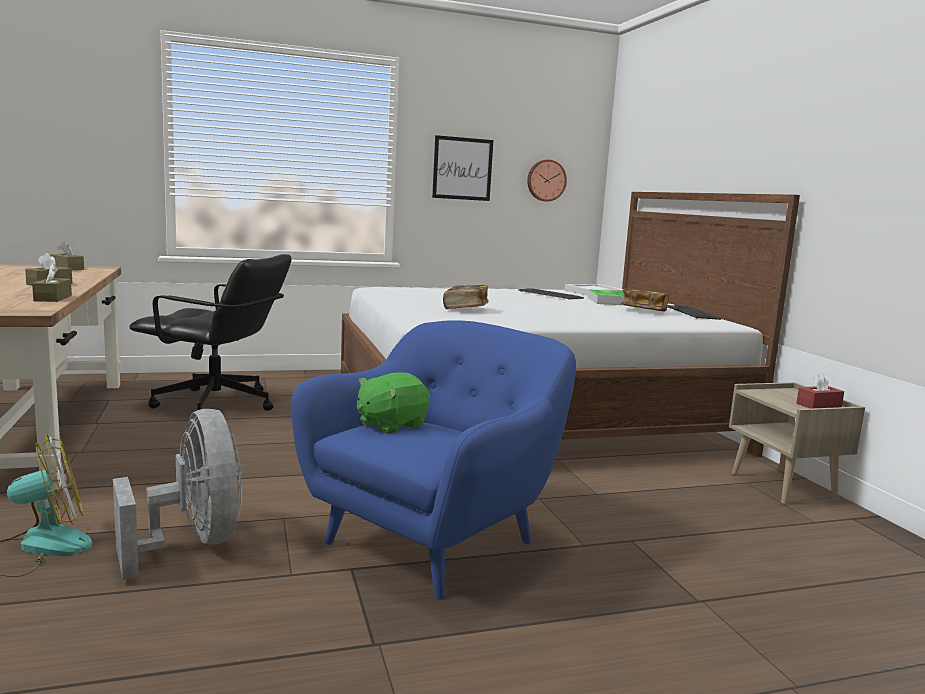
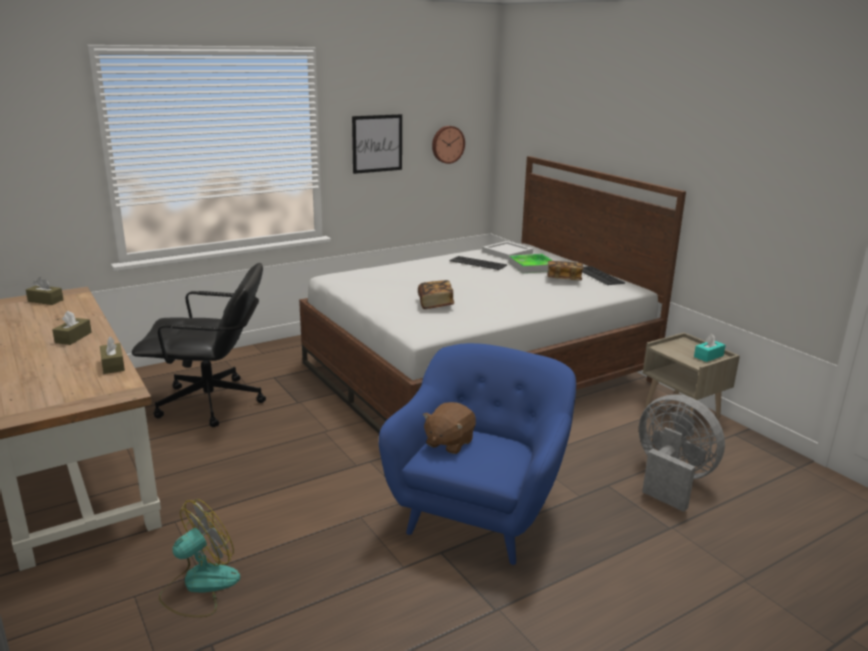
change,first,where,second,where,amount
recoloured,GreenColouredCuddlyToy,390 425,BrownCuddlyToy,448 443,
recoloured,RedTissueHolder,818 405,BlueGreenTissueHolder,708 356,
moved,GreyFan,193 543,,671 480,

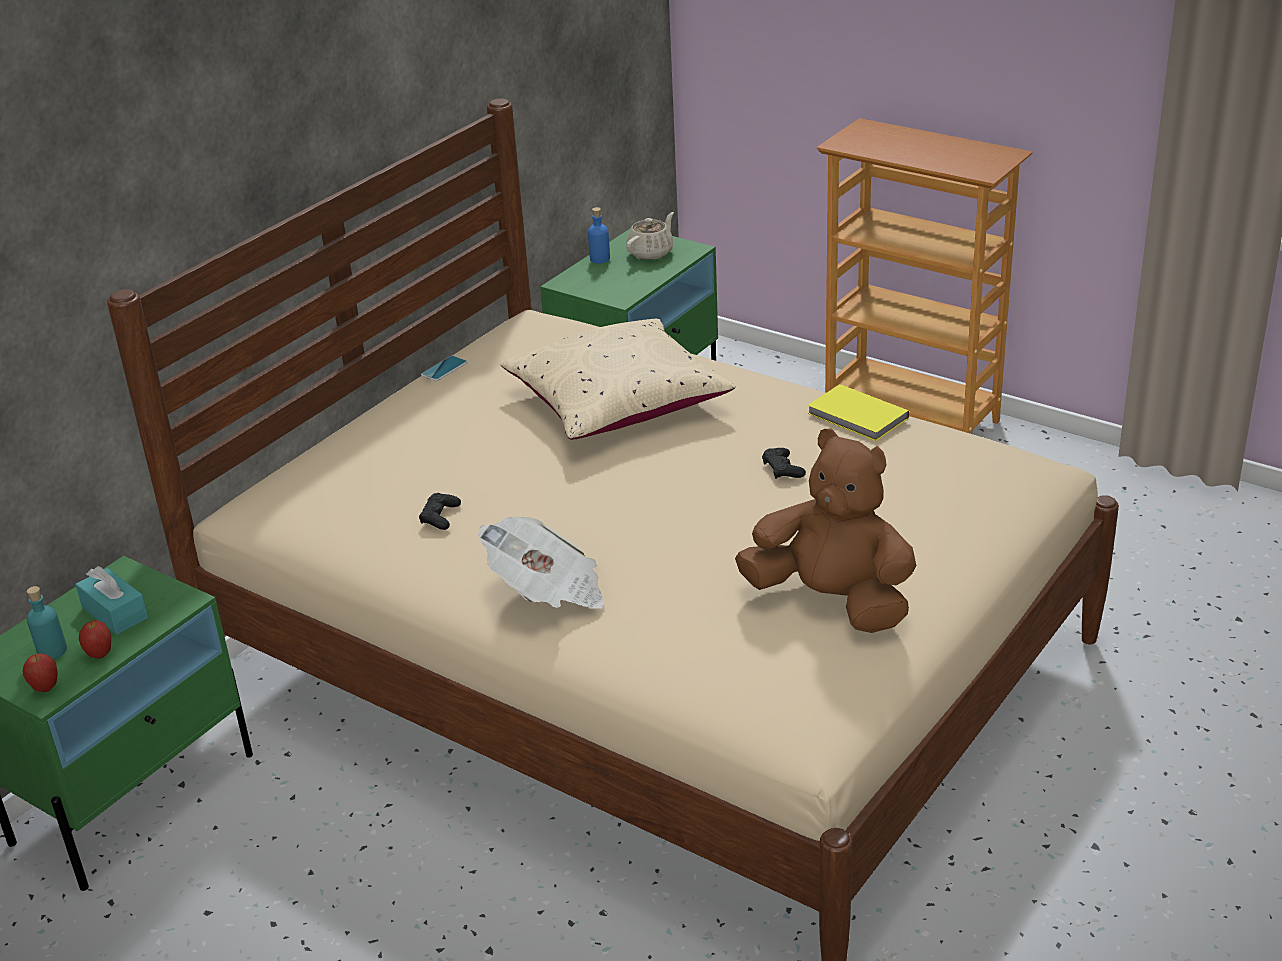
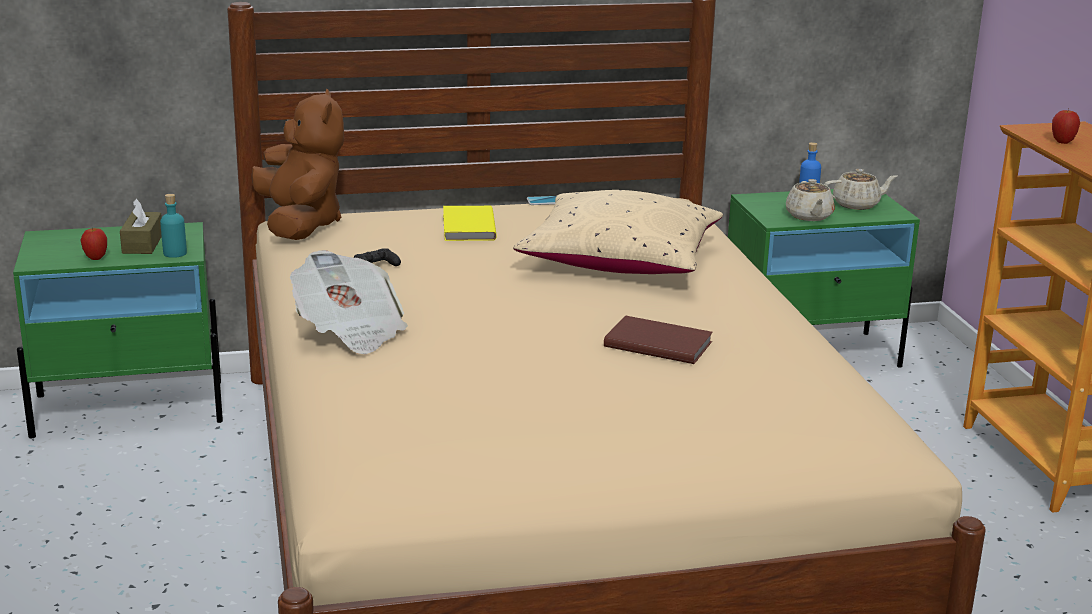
change,first,where,second,where,amount
moved,YellowBook,857 417,,467 227,
moved,BrownCuddlyToy,832 601,,300 224,
replaced,BlackGamepad,782 469,BrownBook,657 343,
recoloured,BlueGreenTissueHolder,115 612,BrownTissueHolder,142 244,
moved,BlueGreenDrinkBottle,52 651,,175 253,
moved,AppleFruit,45 688,,1062 142,
added,,,BeigeColouredPotForTea,809 216,

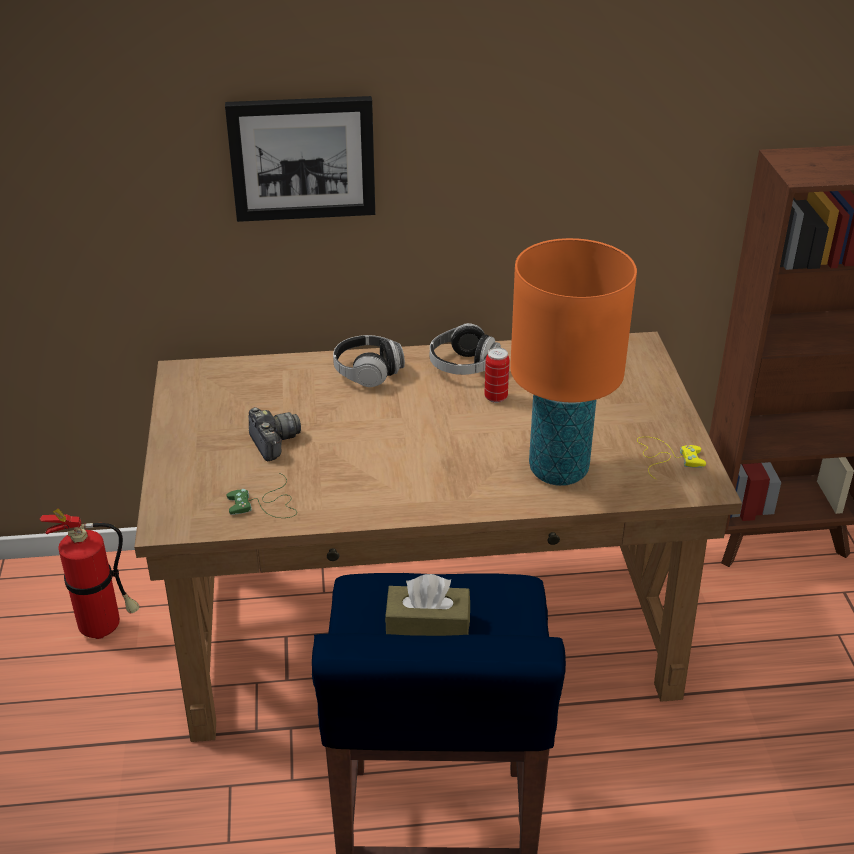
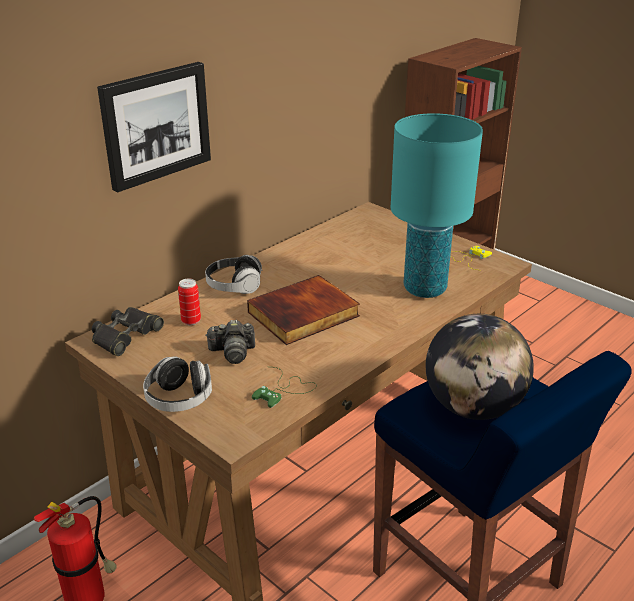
change,first,where,second,where,amount
recoloured,OrangeyLampForATable,558 470,BlueGreenLampForATable,425 289,
moved,PairOfHeadphones,463 366,,179 399,
moved,MetalCan,496 397,,191 321,
turned,PhotoCamera,273 442,,232 352,150 degrees clockwise
replaced,BrownTissueHolder,428 627,DeskGlobe,473 407,
added,,,Book,304 315,
added,,,BlackPairOfBinoculars,125 336,

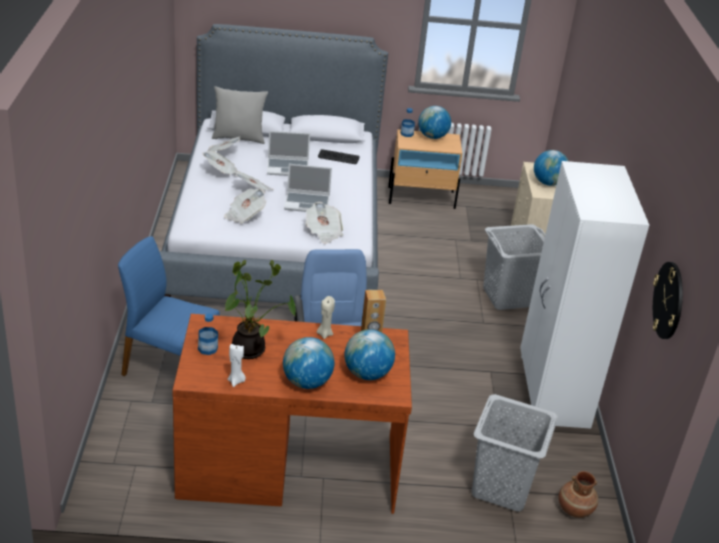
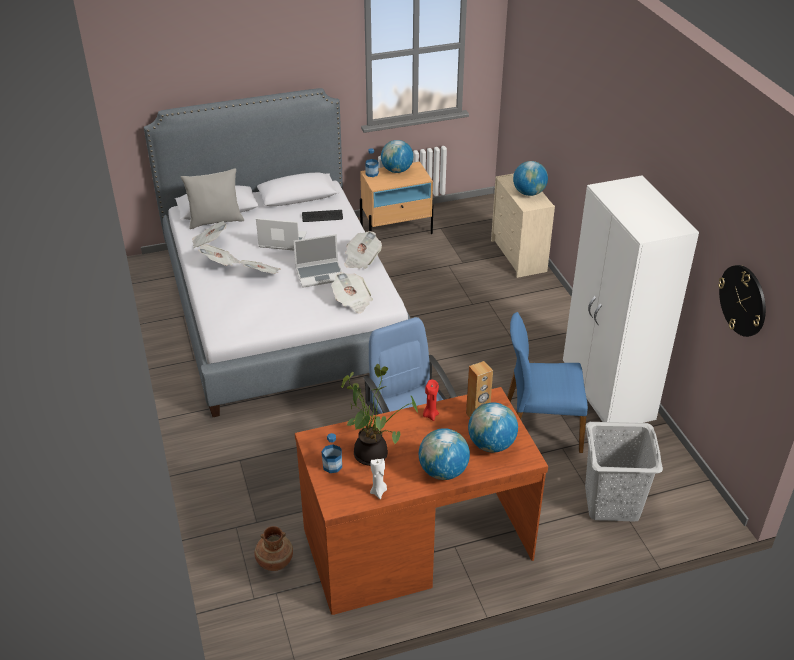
change,first,where,second,where,amount
turned,PortableComputer,288 168,,282 241,150 degrees counterclockwise
moved,DailyPaper,244 215,,361 259,
removed,GreyLaundryBasket,508 297,,,
moved,BluishUprightChair,170 367,,541 428,
recoloured,BeigeColouredWaxCandle,324 334,RedWaxCandle,430 415,
moved,BrownFlowerVase,574 509,,274 561,

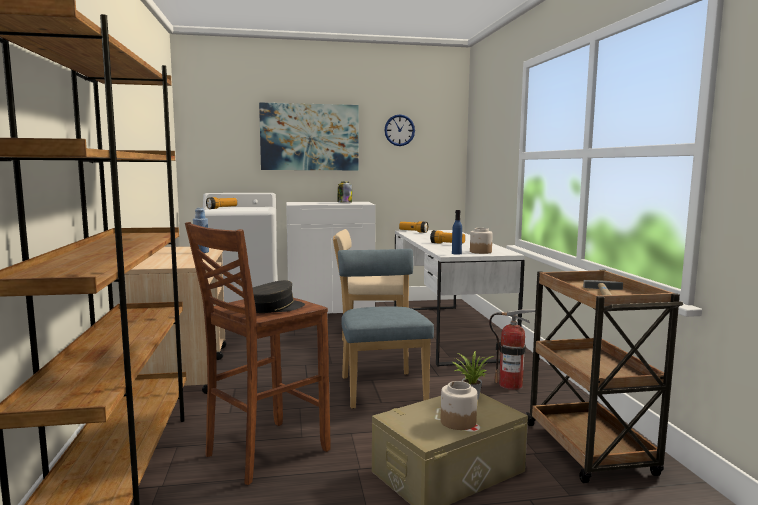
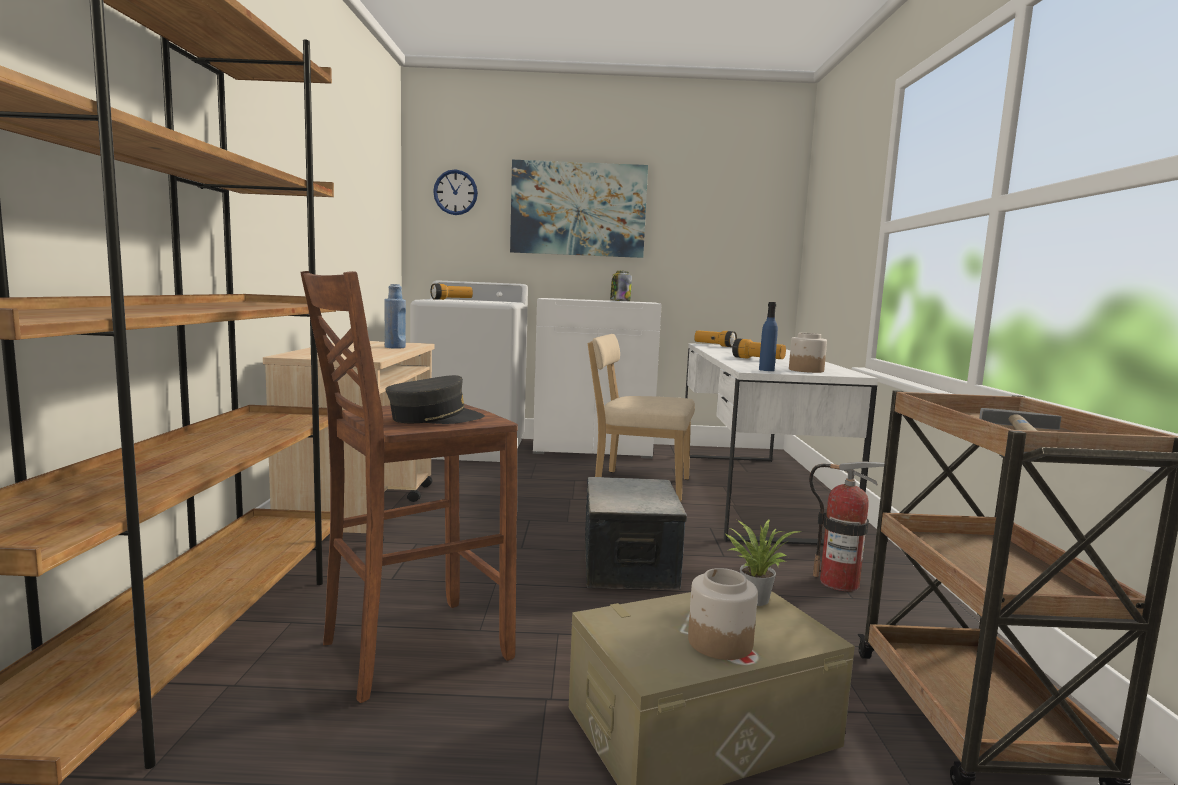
change,first,where,second,where,amount
moved,HangingClock,399 130,,455 192,
replaced,BluishUprightChair,381 388,StorageBin,630 565,

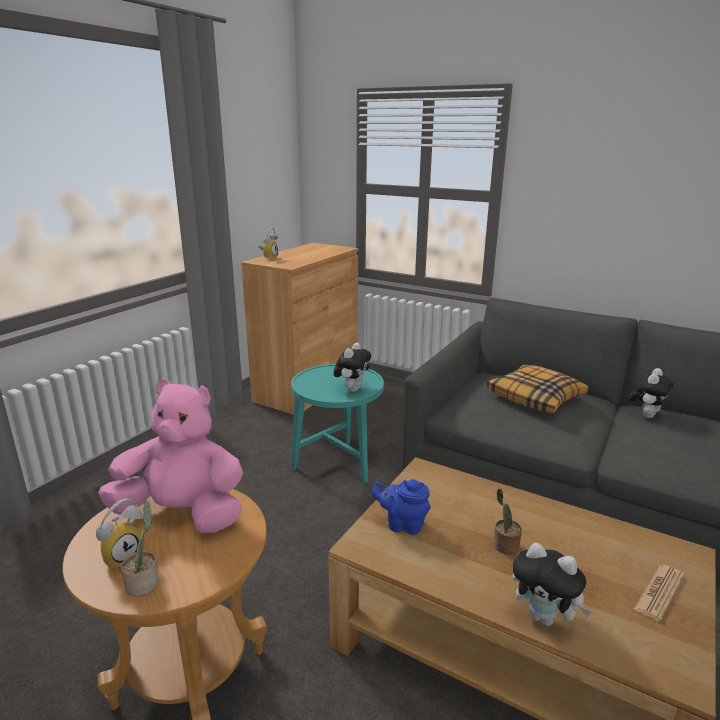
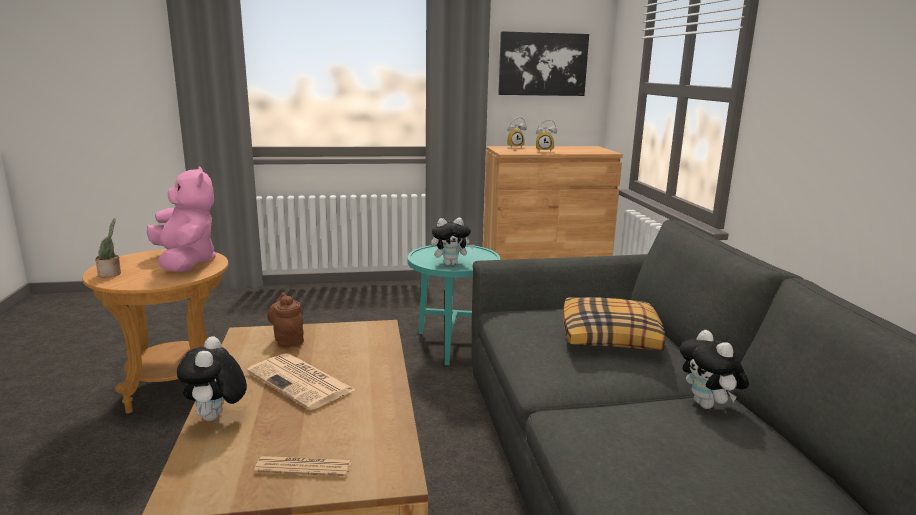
change,first,where,second,where,amount
turned,CuddlyToy,645 415,,708 405,75 degrees clockwise
recoloured,BluishPotForTea,402 524,BrownPotForTea,288 340,
replaced,PlantInAPot,504 545,DailyPaper,302 382,
moved,AlarmClock,122 555,,544 151,
added,,,WallPicture,542 64,

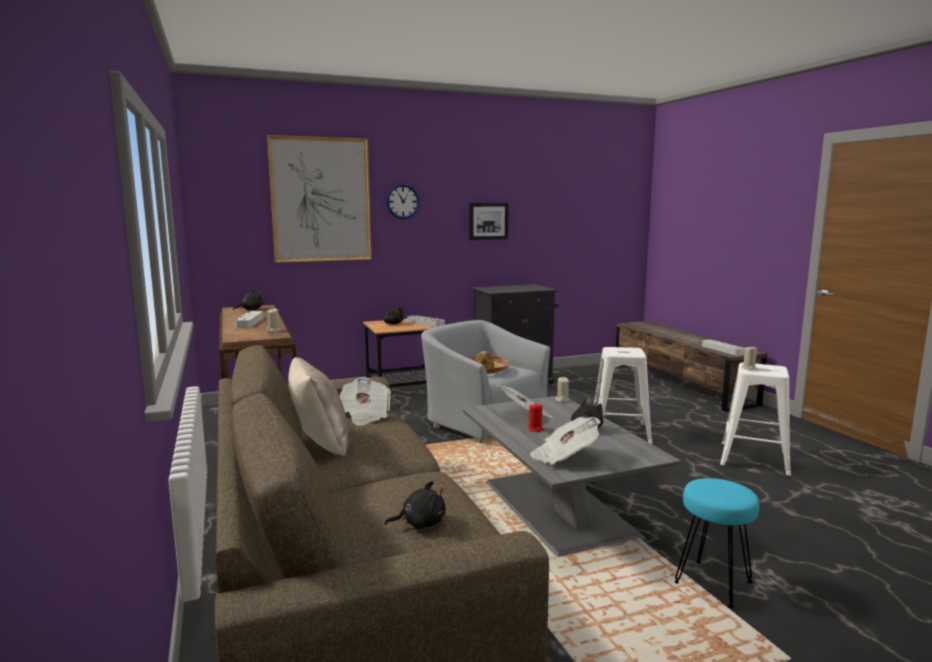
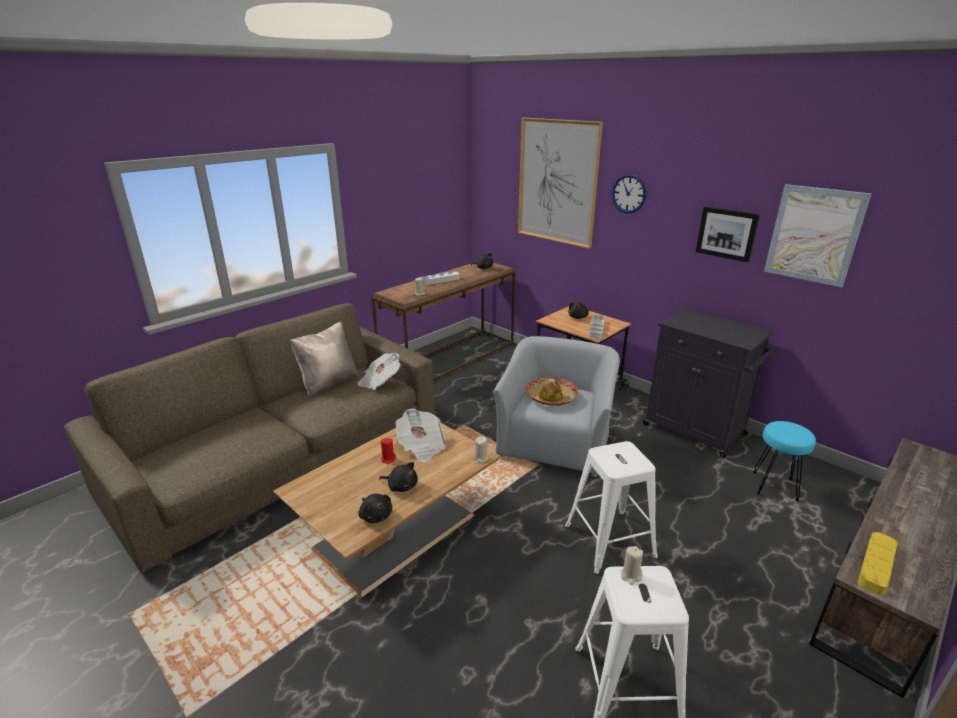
change,first,where,second,where,amount
recoloured,GreyTray,722 350,YellowTray,876 565,
recoloured,GreyLowTable,555 506,BrownLowTable,397 529,
removed,DailyPaper,564 457,,,
moved,BlueGreenStoolSeat,712 584,,774 486,
moved,BlackCuddlyToy,420 523,,375 515,
added,,,WallPicture,814 235,

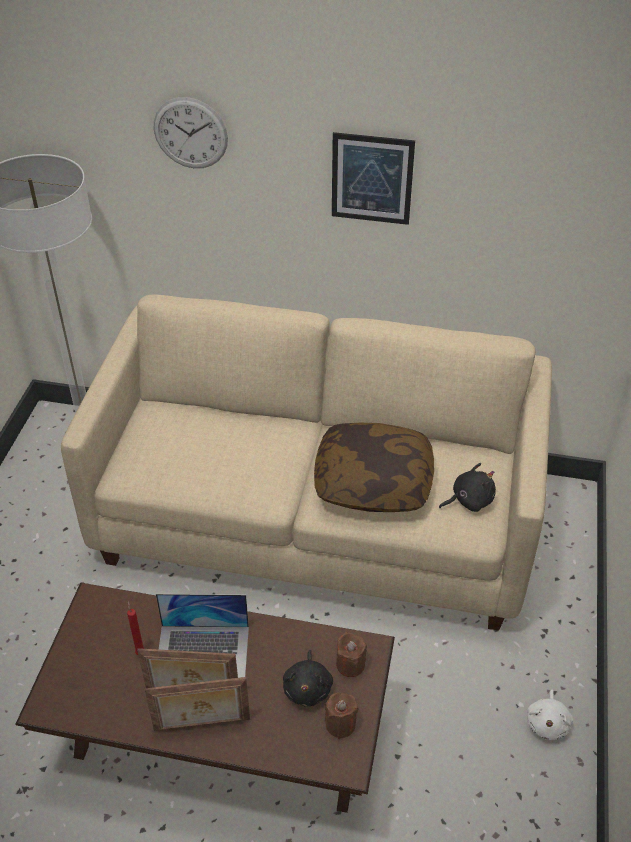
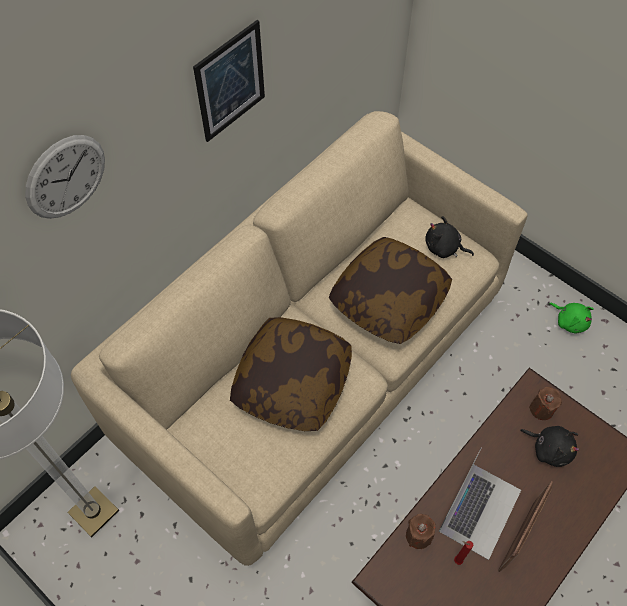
change,first,where,second,where,amount
turned,BlackCuddlyToy,469 500,,444 248,75 degrees counterclockwise
removed,PictureFrame,202 726,,,
recoloured,WhiteCuddlyToy,547 723,GreenColouredCuddlyToy,570 321,
moved,BrownWaxCandle,340 724,,418 535,
added,,,ThrowPillow,292 381,

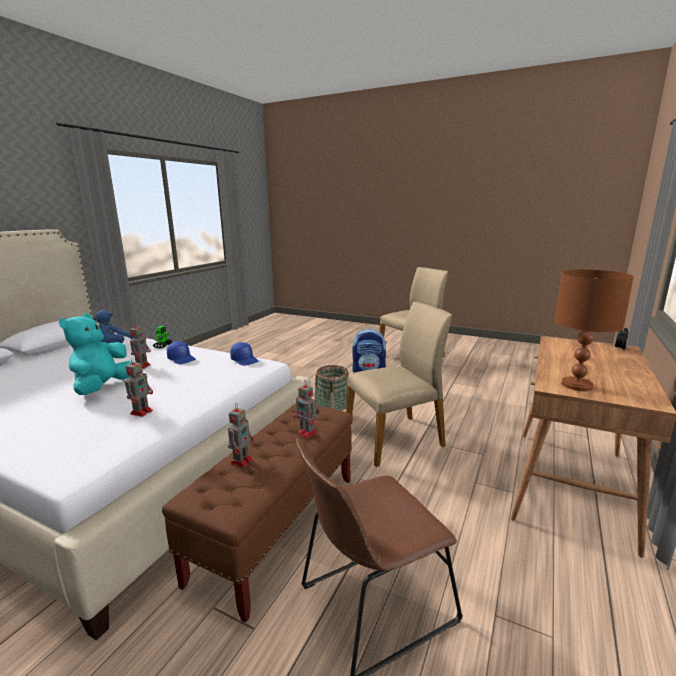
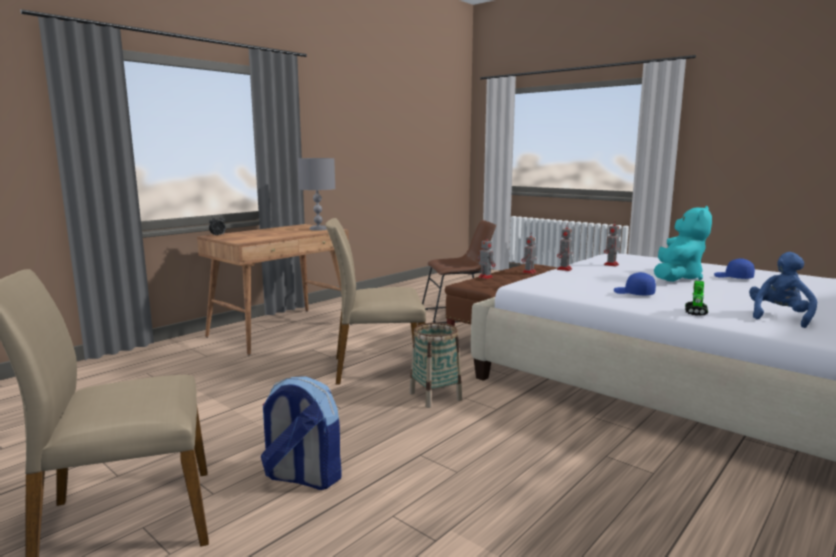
change,first,where,second,where,amount
recoloured,BrownLampForATable,577 385,GreyLampForATable,318 229,
moved,ToyRobot,142 366,,564 269,
moved,BluishCap,245 360,,733 277,

